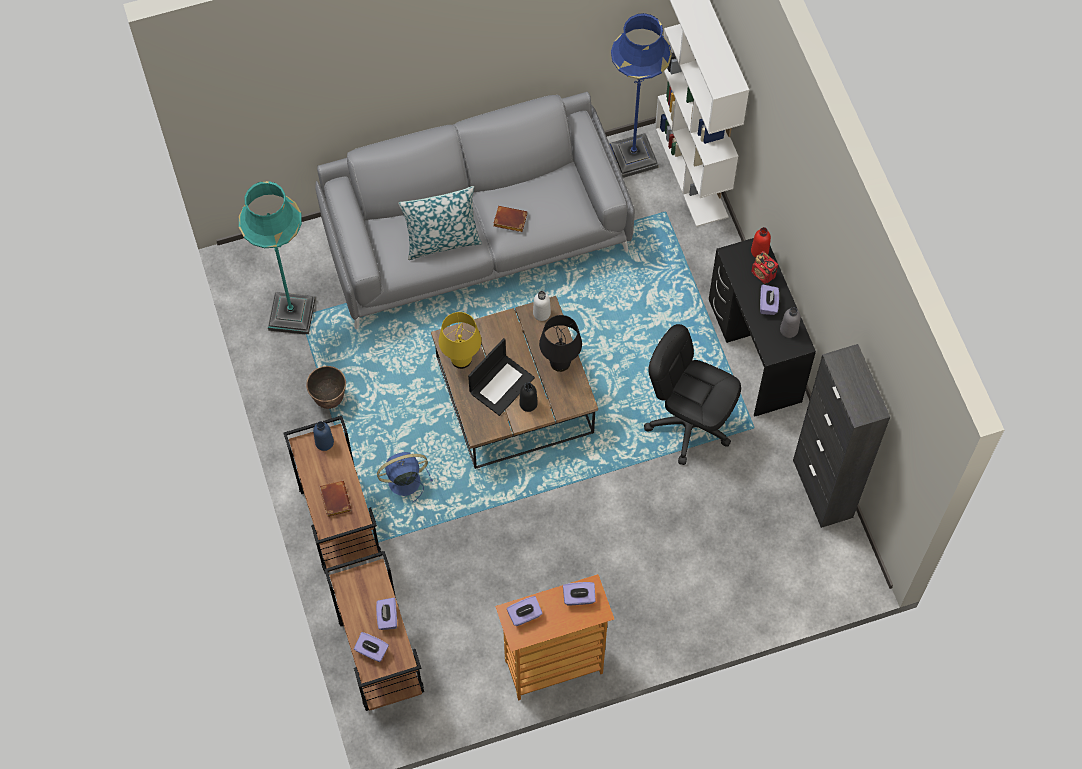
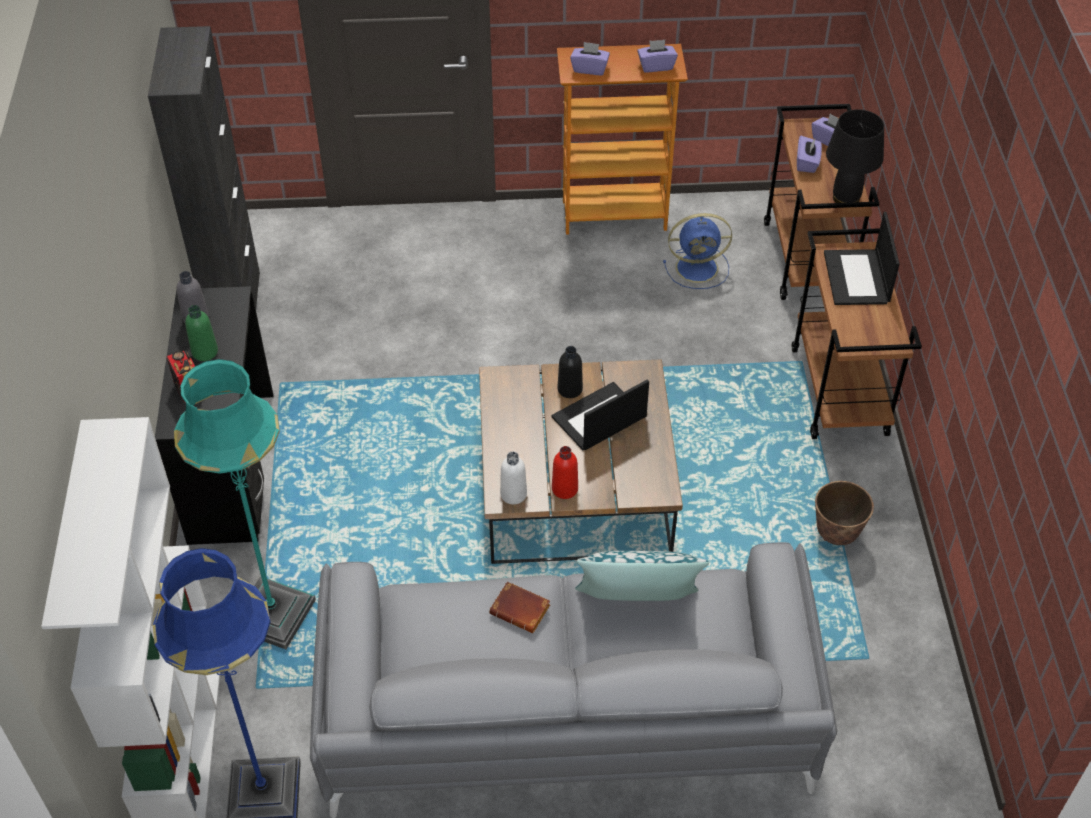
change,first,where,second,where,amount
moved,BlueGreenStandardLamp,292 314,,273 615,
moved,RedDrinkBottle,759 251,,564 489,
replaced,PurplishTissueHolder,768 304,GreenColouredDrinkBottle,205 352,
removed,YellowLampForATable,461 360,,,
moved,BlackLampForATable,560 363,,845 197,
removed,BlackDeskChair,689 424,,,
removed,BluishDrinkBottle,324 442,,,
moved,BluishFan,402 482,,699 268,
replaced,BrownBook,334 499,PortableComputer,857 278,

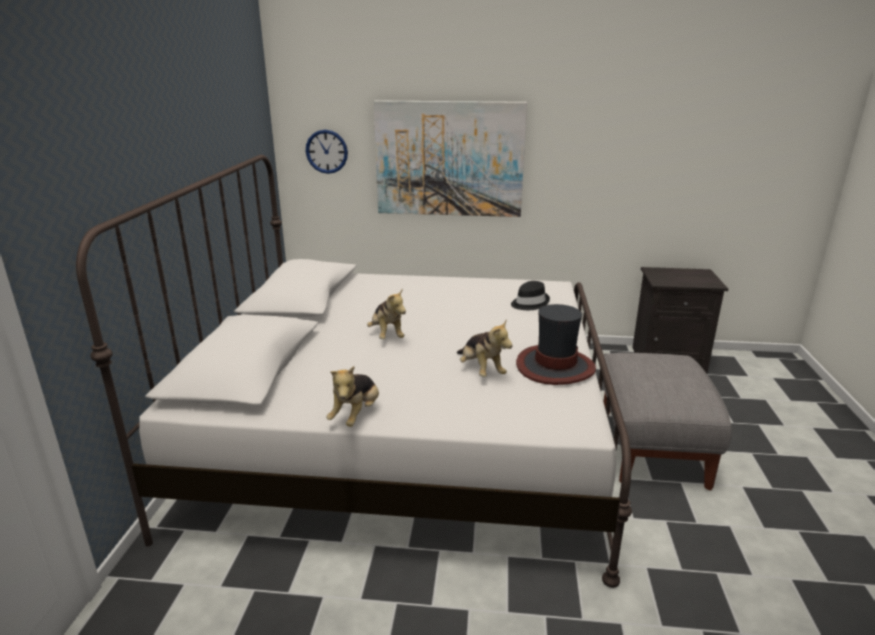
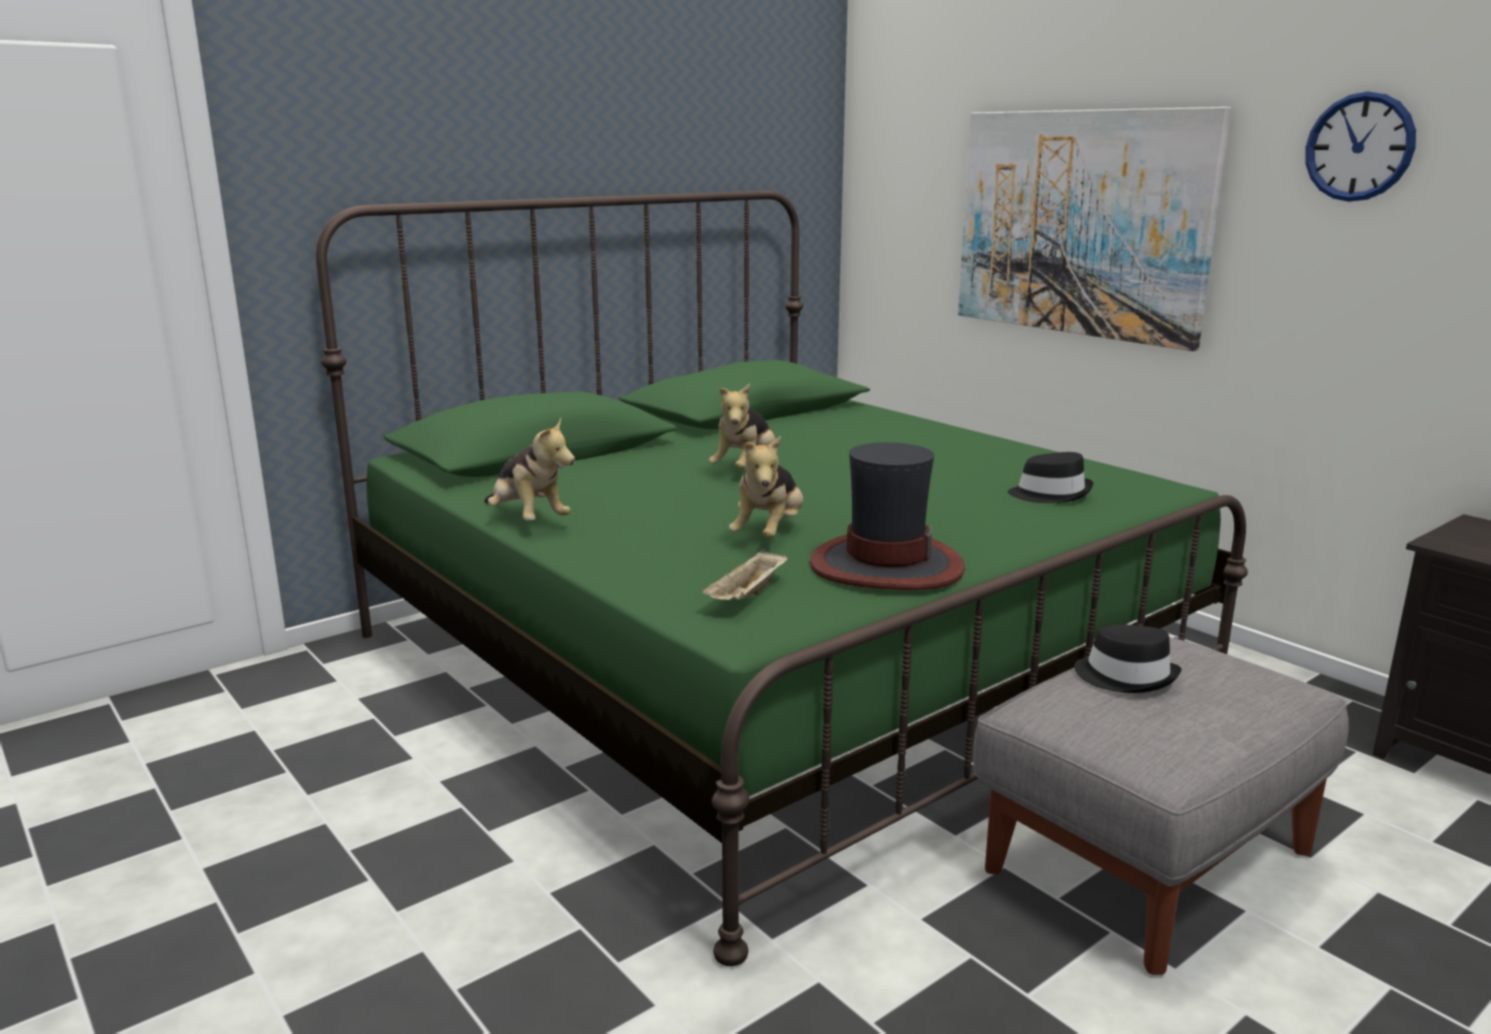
change,first,where,second,where,amount
moved,HangingClock,326 151,,1359 147,
recoloured,WhiteSleepingBed,405 433,GreenColouredSleepingBed,771 659,
turned,CuddlyToy,356 415,,527 520,105 degrees counterclockwise
added,,,BeigeColouredTray,747 596,
added,,,BlackWearableHat,1126 676,

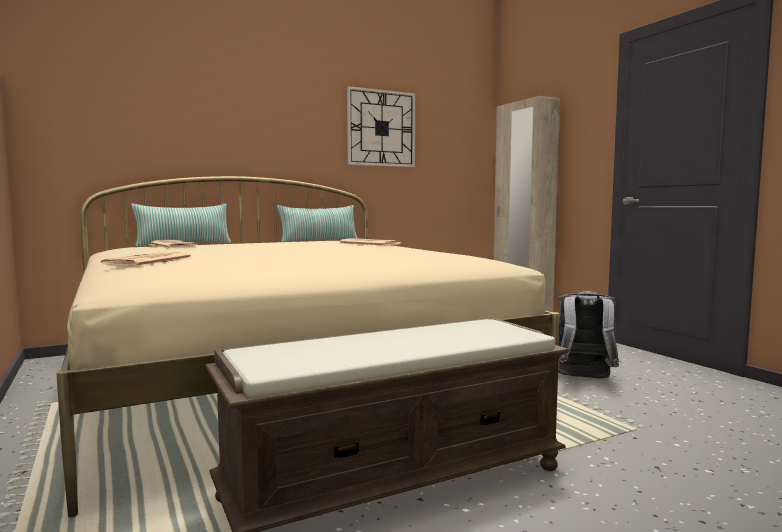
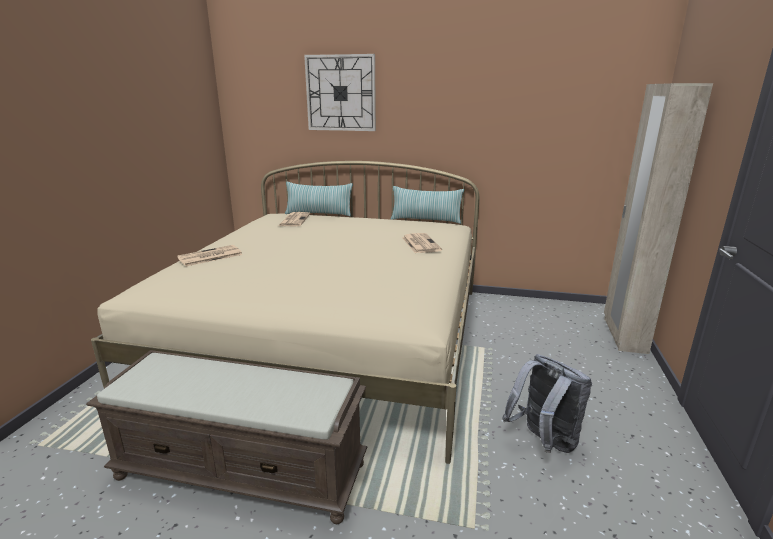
change,first,where,second,where,amount
moved,HangingClock,381 128,,341 93,

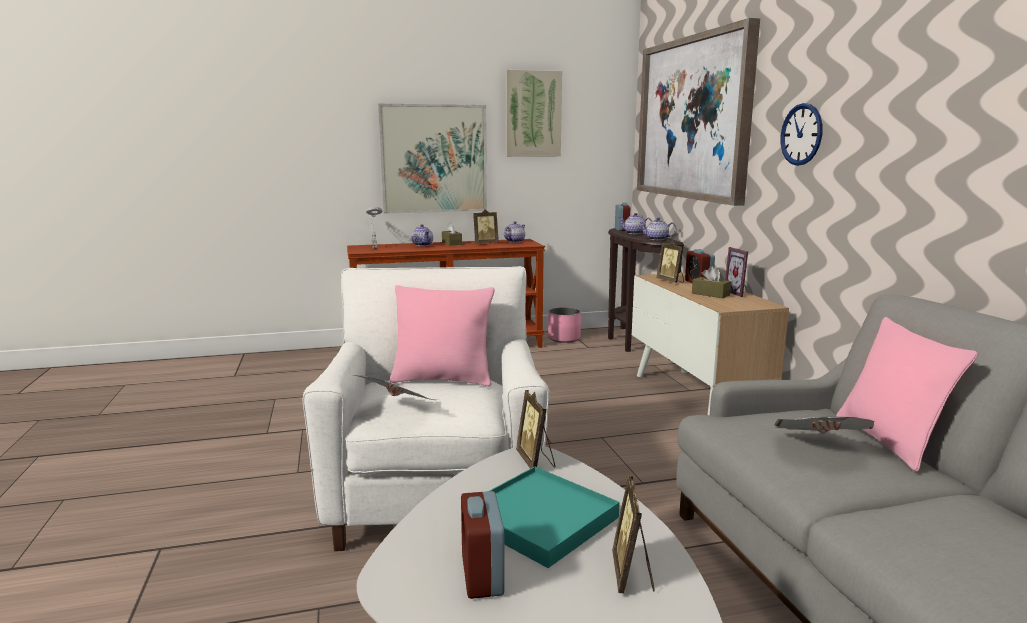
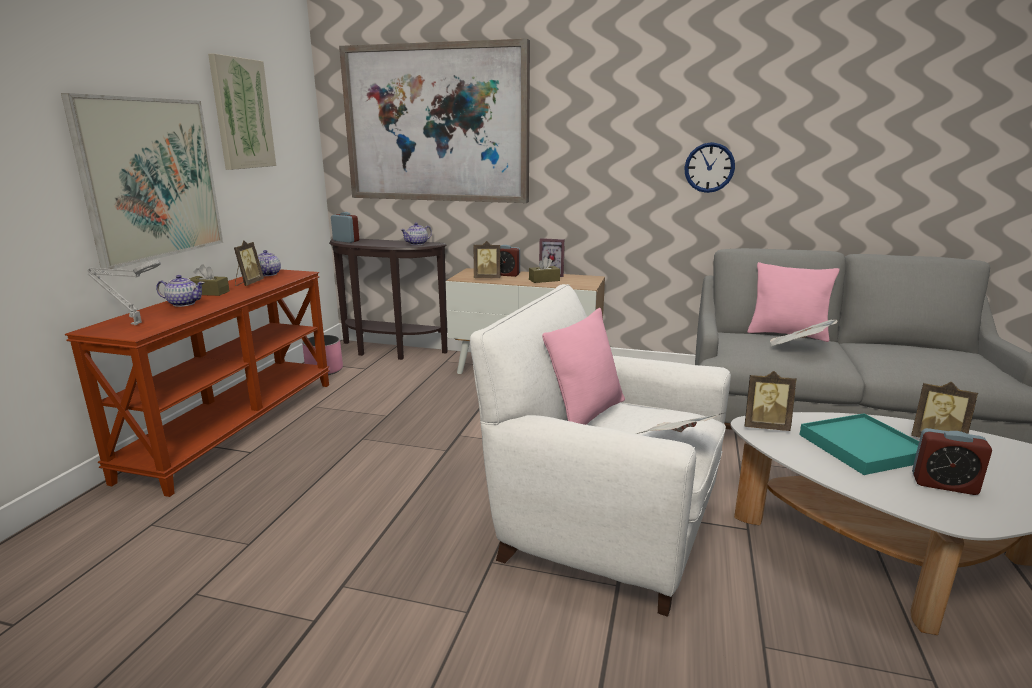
change,first,where,second,where,amount
moved,HangingClock,801 134,,709 167,
removed,PotForTea,634 233,,,

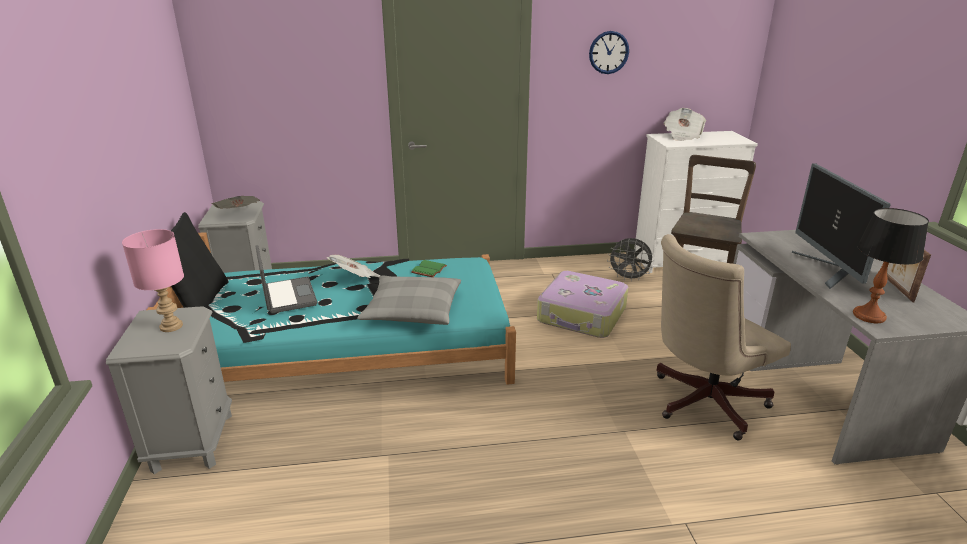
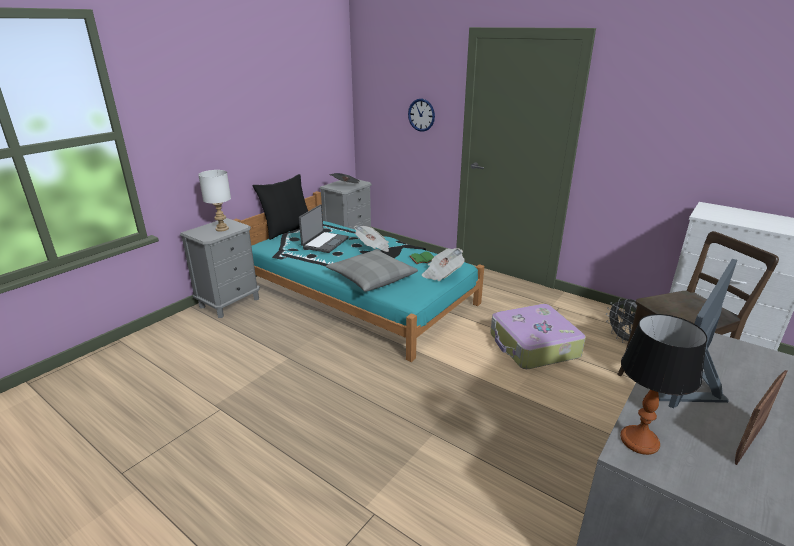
change,first,where,second,where,amount
moved,HangingClock,608 52,,421 115,
moved,DailyPaper,682 136,,442 274,
recoloured,PinkLampForATable,171 326,WhiteLampForATable,222 229,
removed,BeigeColouredDeskChair,701 403,,,

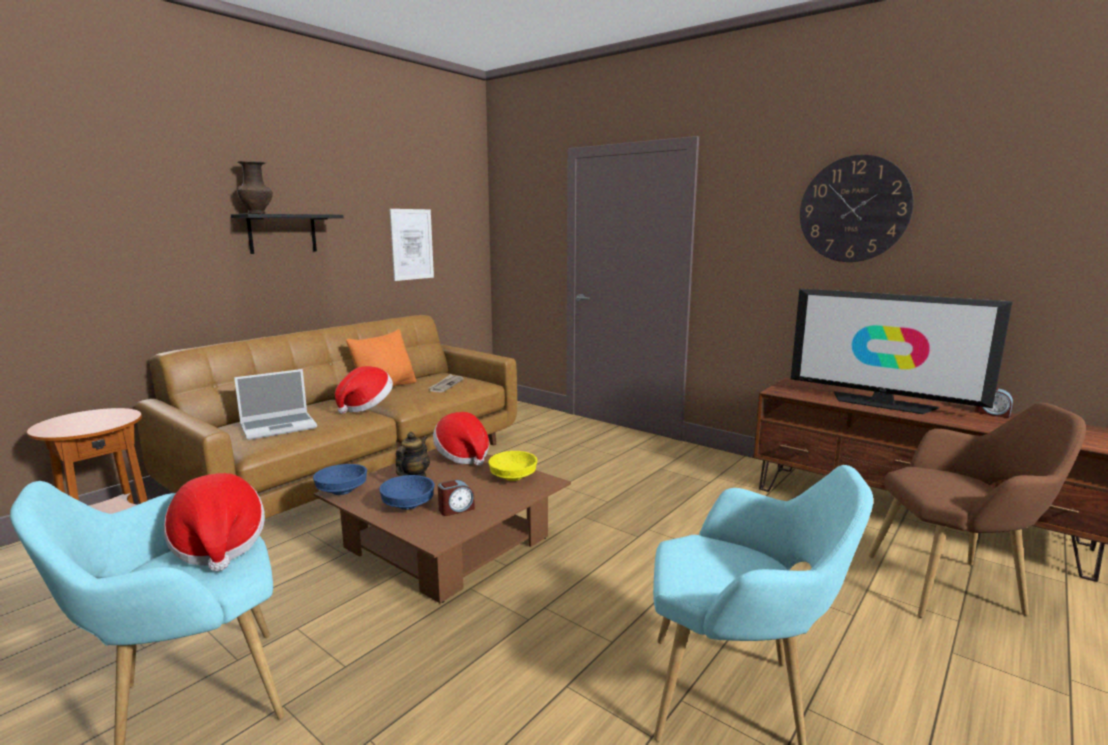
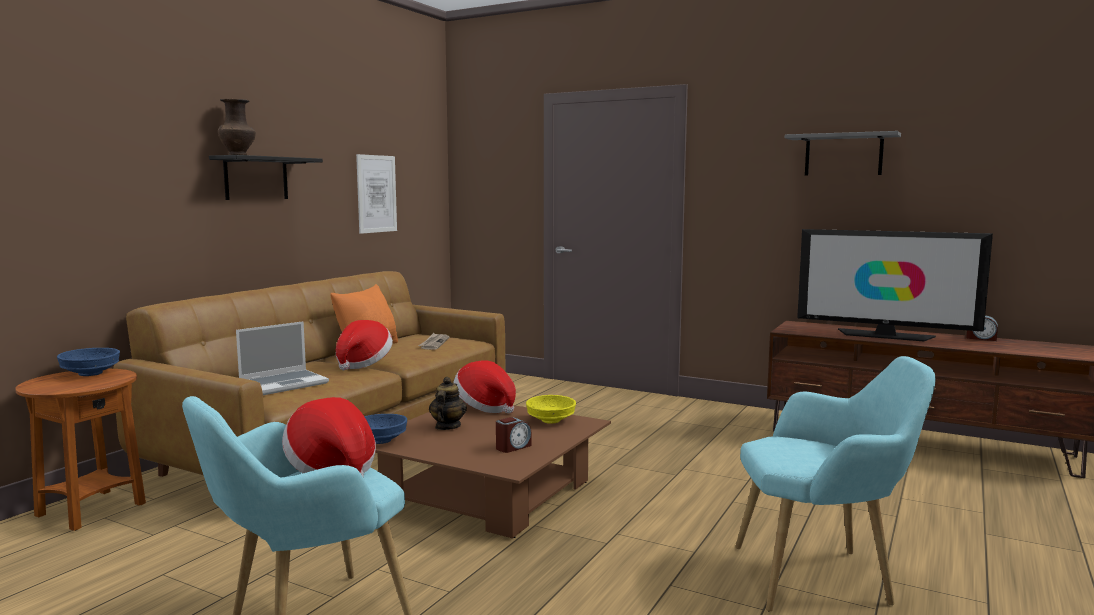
change,first,where,second,where,amount
replaced,HangingClock,854 209,GreyWallShelf,843 155,
removed,BrownLoungeChair,955 587,,,
moved,BluishServingBowl,407 505,,89 374,

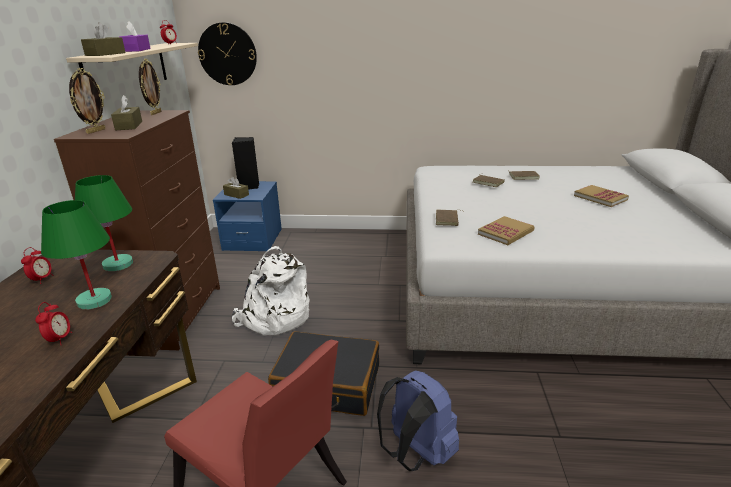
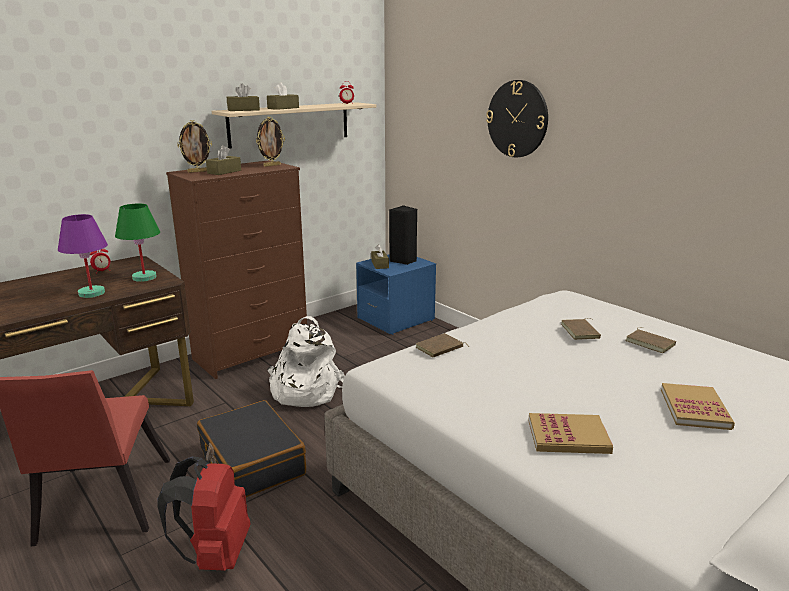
change,first,where,second,where,amount
recoloured,PurplishTissueHolder,136 50,BrownTissueHolder,283 108,
moved,HangingClock,227 54,,517 119,
recoloured,GreenColouredLampForATable,93 301,PurplishLampForATable,91 293,
moved,Book,505 232,,568 437,
removed,AlarmClock,60 339,,,
recoloured,BluishBackpack,416 453,RedBackpack,215 554,

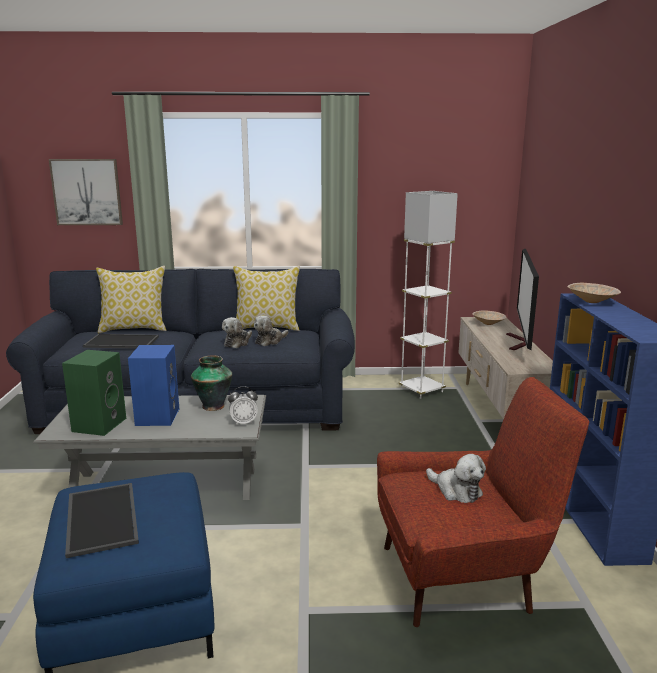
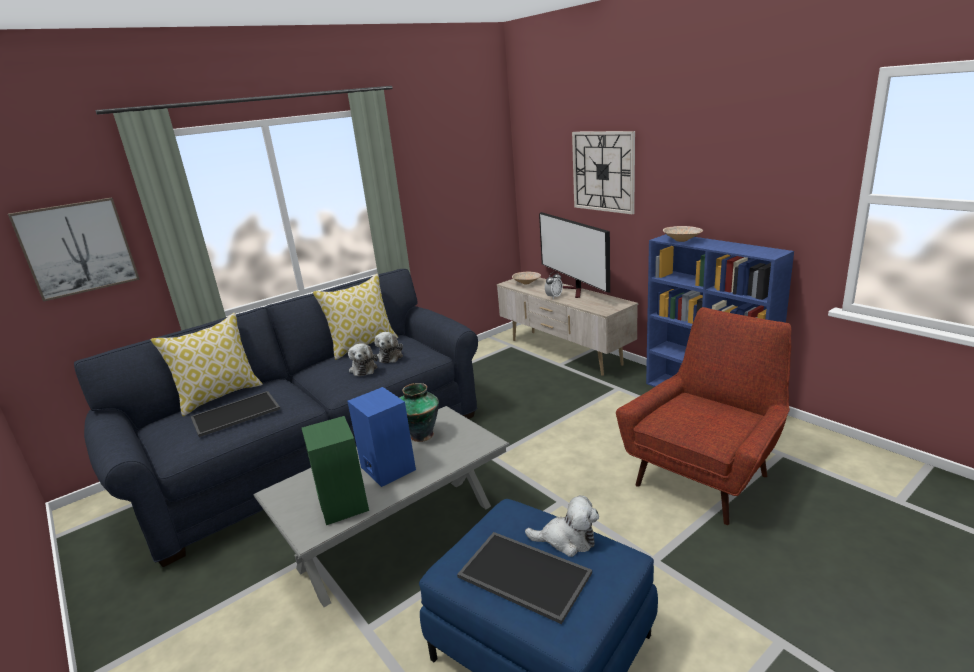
change,first,where,second,where,amount
removed,WhiteStandardLamp,421 390,,,
moved,AlarmClock,244 422,,554 297,
moved,CuddlyToy,456 490,,567 540,
added,,,HangingClock,603 171,

